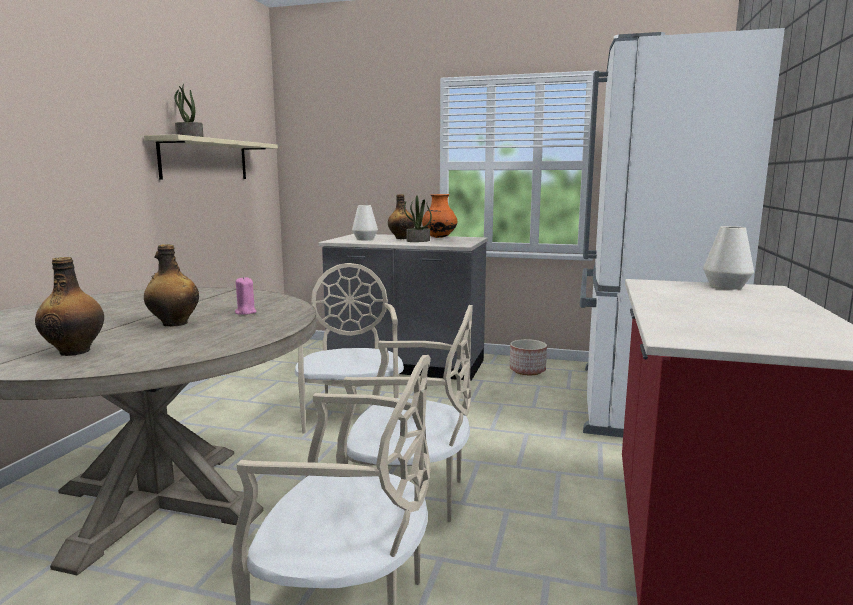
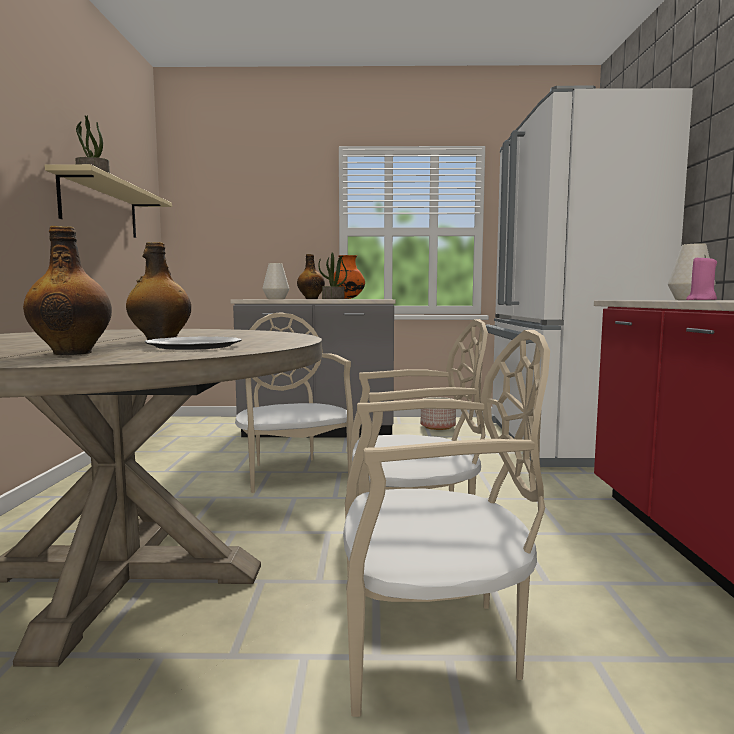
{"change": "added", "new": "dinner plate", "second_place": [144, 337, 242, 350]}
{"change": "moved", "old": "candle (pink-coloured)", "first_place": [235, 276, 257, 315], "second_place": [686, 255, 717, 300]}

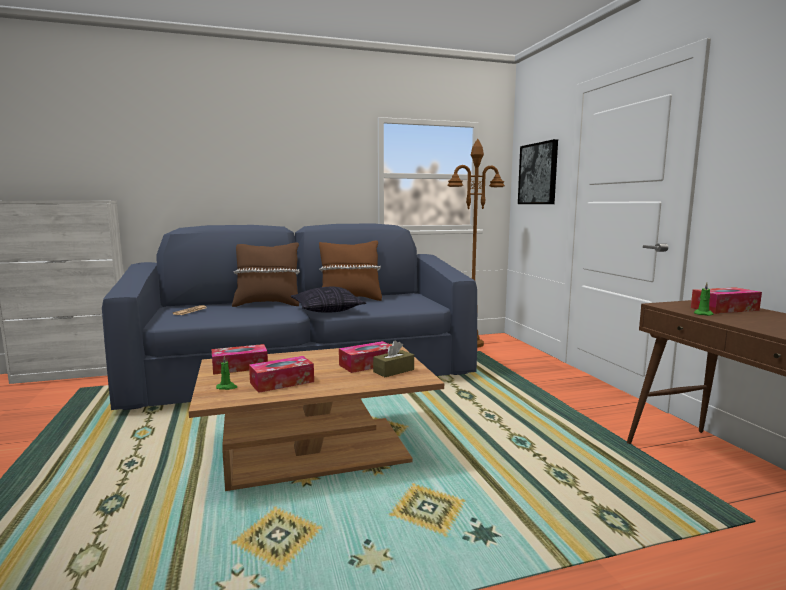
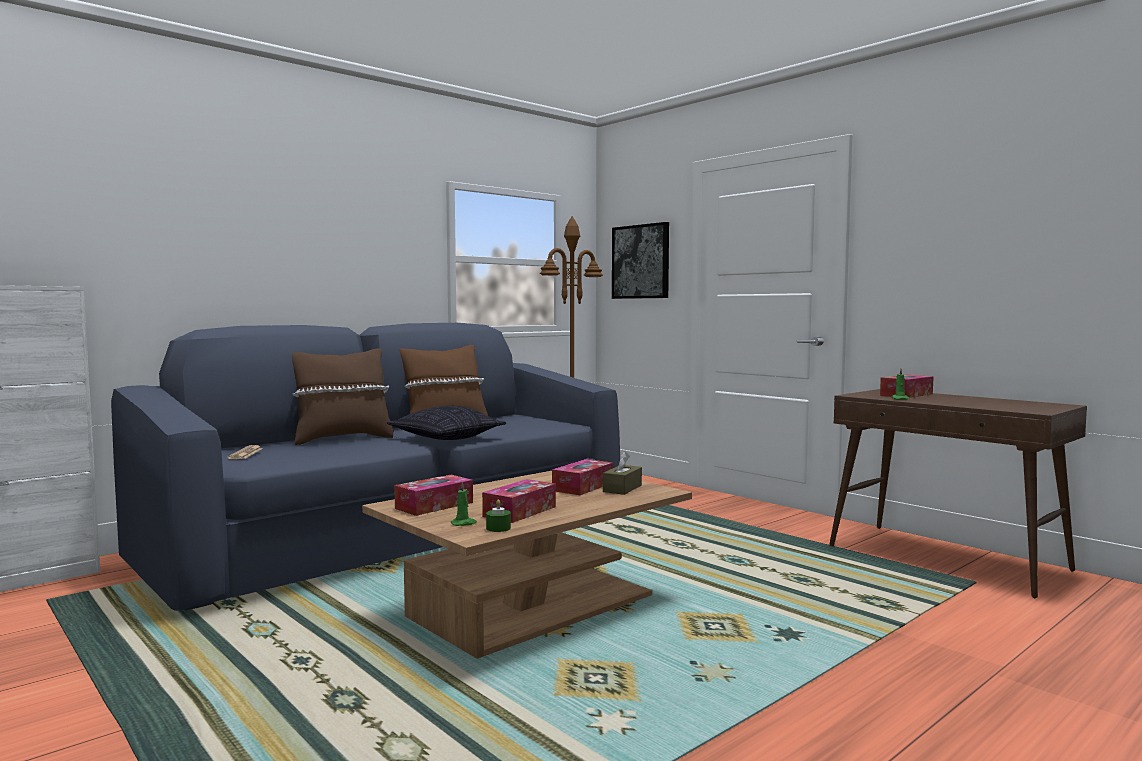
{"change": "added", "new": "candle (green-coloured)", "second_place": [486, 500, 511, 532]}

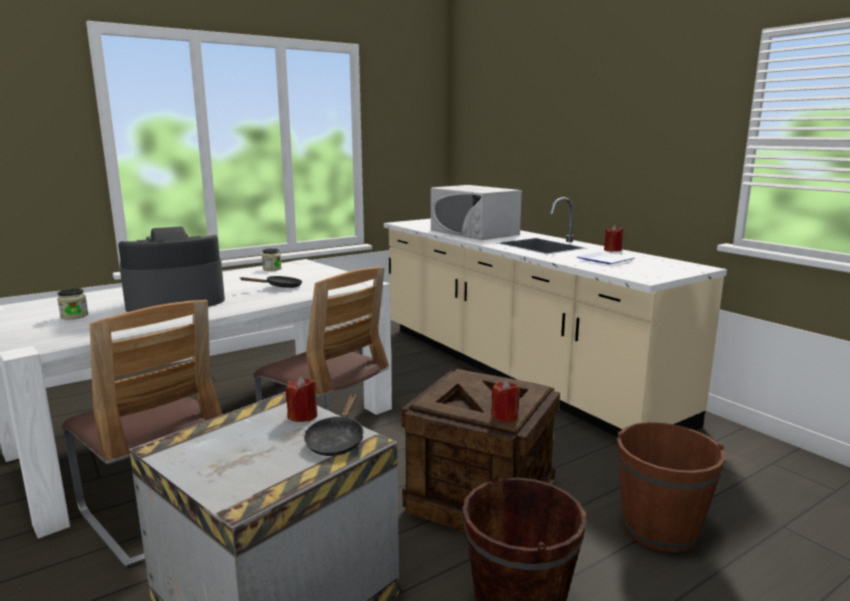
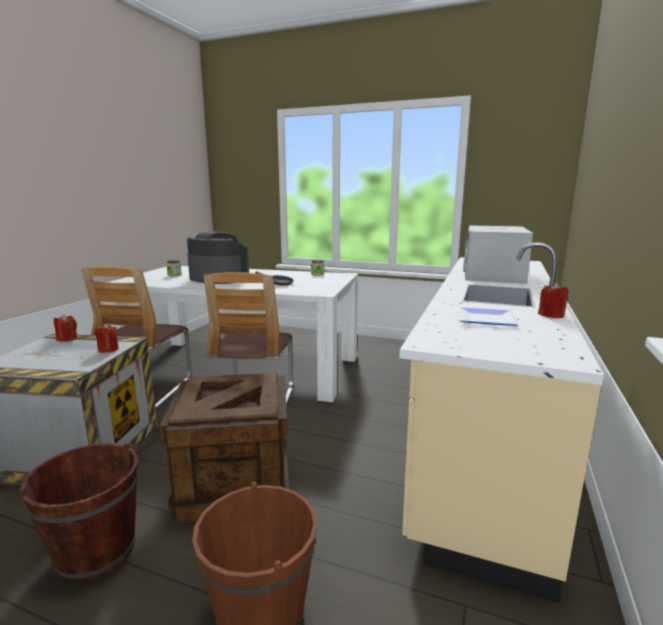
{"change": "moved", "old": "candle (reddish)", "first_place": [491, 380, 520, 422], "second_place": [54, 314, 77, 342]}
{"change": "removed", "old": "pan (black)", "first_place": [304, 394, 364, 456]}

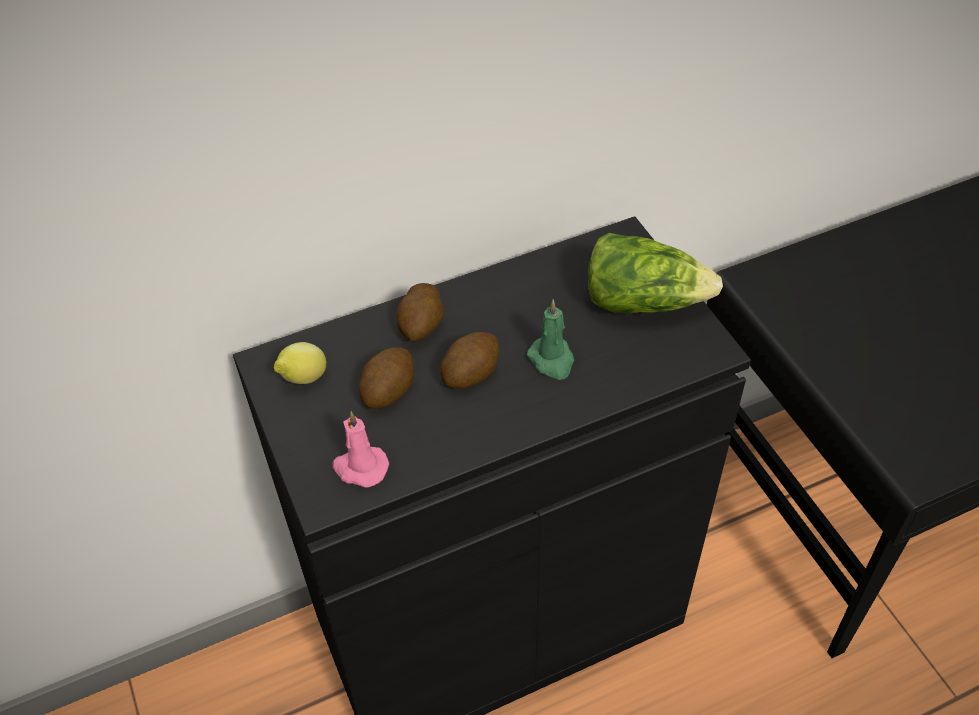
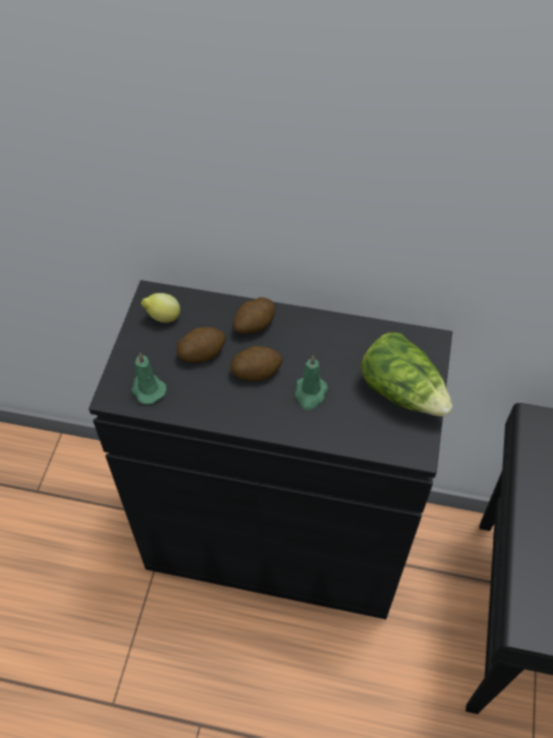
{"change": "recoloured", "old": "candle (pink-coloured)", "new": "candle (green-coloured)", "first_place": [333, 412, 389, 488], "second_place": [131, 353, 166, 404]}

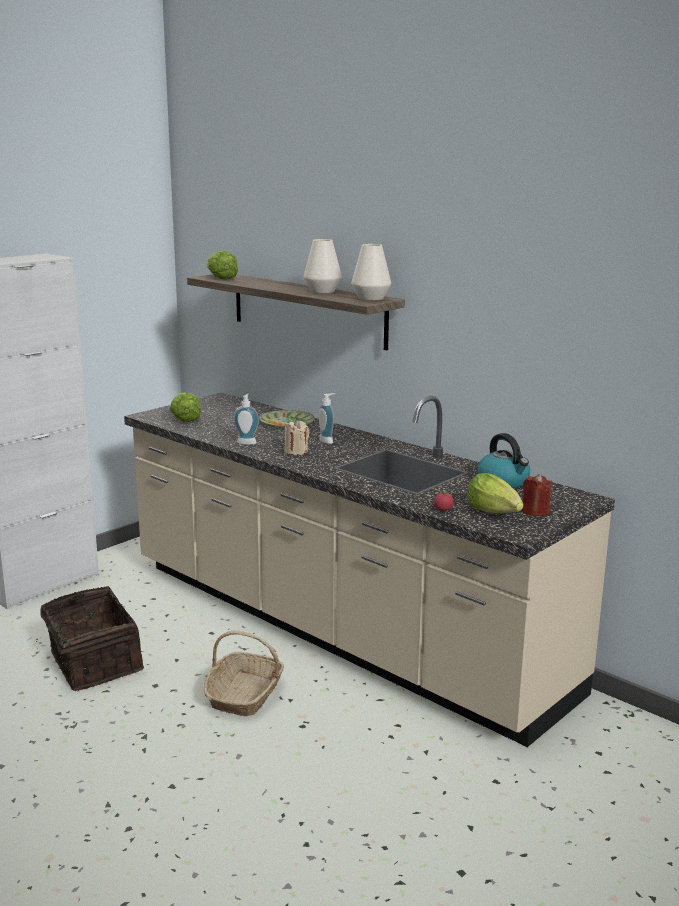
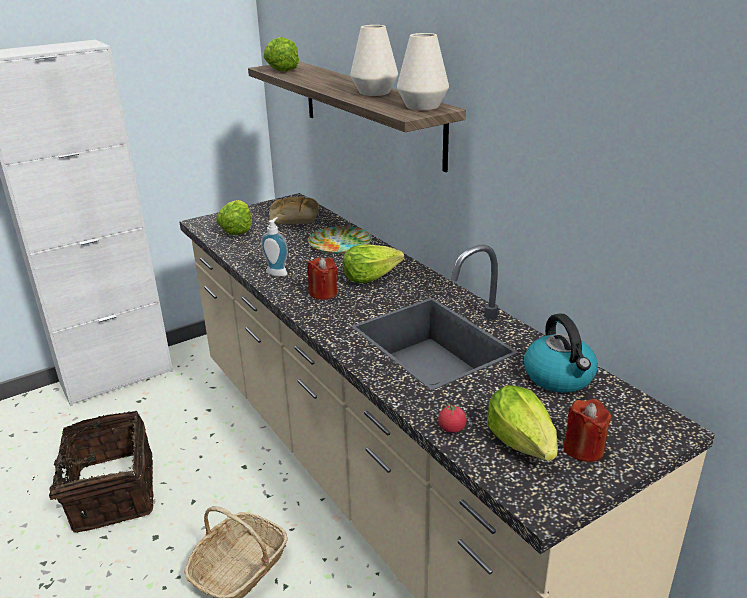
{"change": "added", "new": "bakery bread", "second_place": [269, 197, 319, 224]}
{"change": "recoloured", "old": "candle (beige)", "new": "candle (reddish)", "first_place": [284, 420, 309, 455], "second_place": [307, 257, 338, 300]}
{"change": "replaced", "old": "liquid soap bottle", "new": "lettuce head", "first_place": [319, 393, 335, 444], "second_place": [343, 245, 404, 283]}

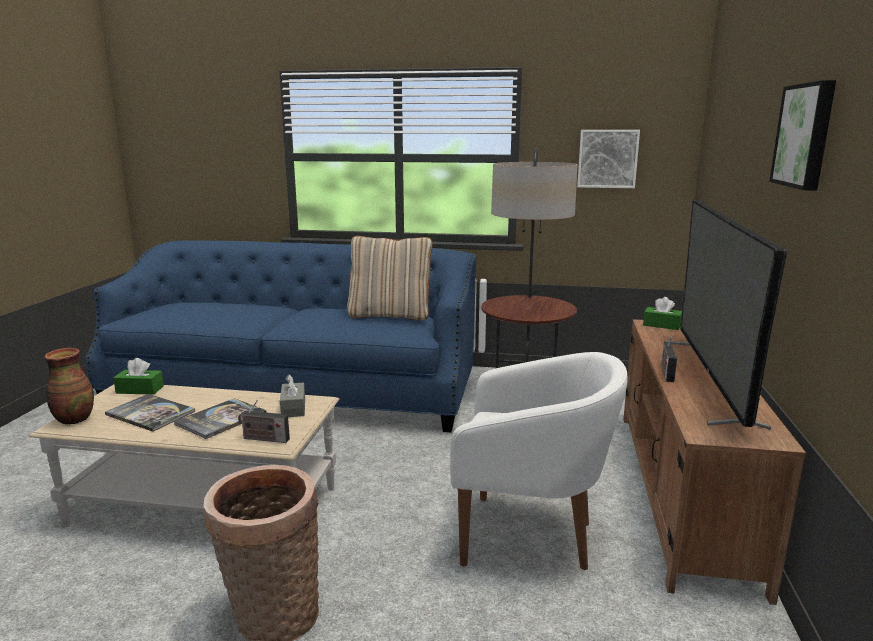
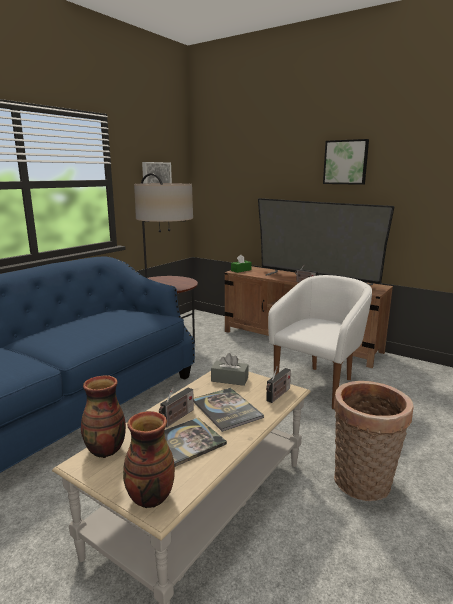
{"change": "replaced", "old": "tissue holder (green-coloured)", "new": "vase", "first_place": [113, 358, 164, 395], "second_place": [81, 375, 126, 458]}
{"change": "added", "new": "radio receiver", "second_place": [159, 387, 194, 427]}
{"change": "removed", "old": "cushion (beige)", "first_place": [347, 236, 433, 321]}

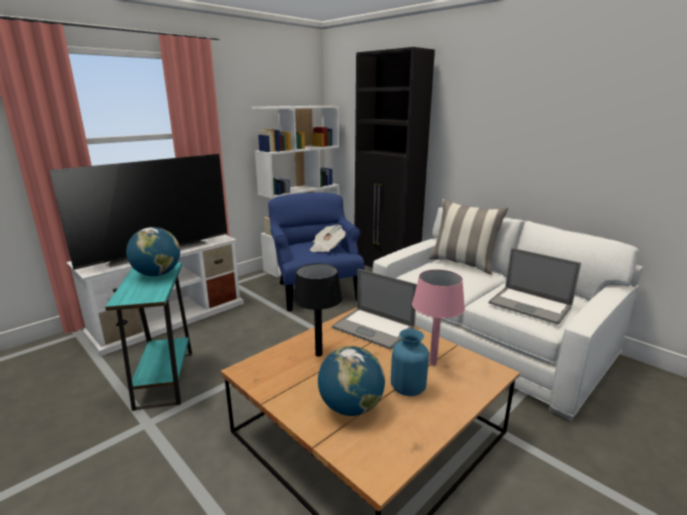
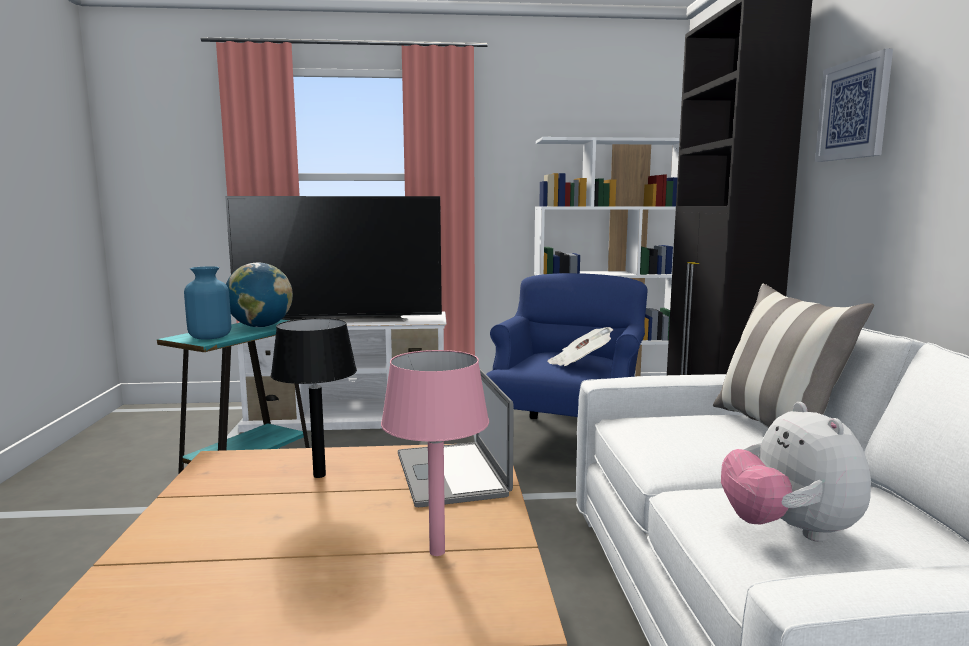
{"change": "moved", "old": "vase (blue)", "first_place": [391, 329, 429, 396], "second_place": [184, 266, 231, 340]}
{"change": "replaced", "old": "notebook computer", "new": "plush toy", "first_place": [489, 248, 581, 325], "second_place": [721, 402, 871, 542]}
{"change": "added", "new": "wall art", "second_place": [815, 49, 893, 162]}
{"change": "removed", "old": "world globe", "first_place": [318, 346, 385, 416]}

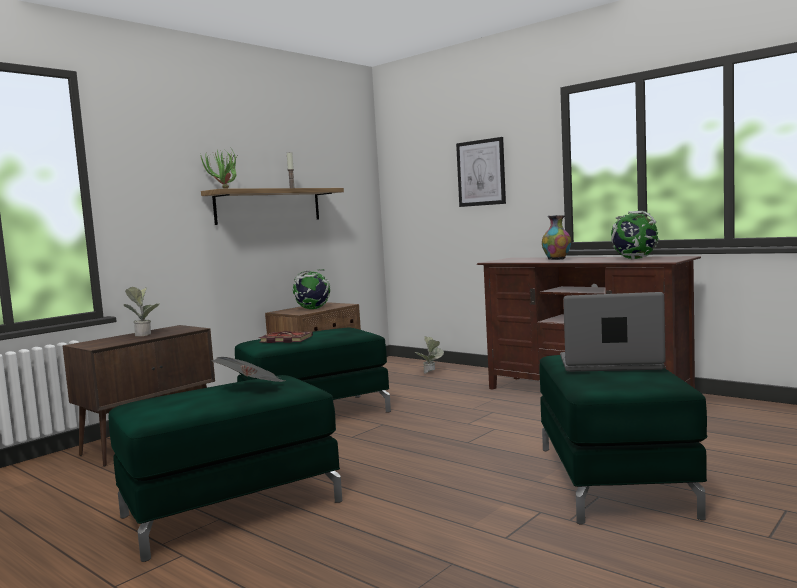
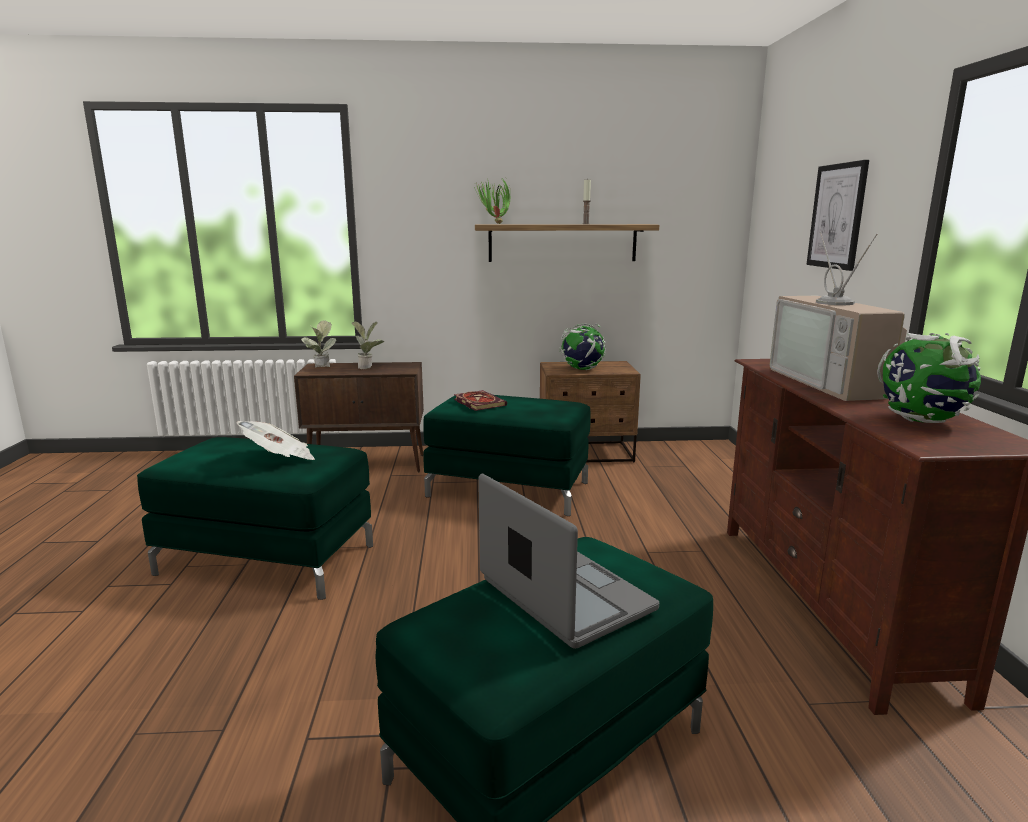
{"change": "moved", "old": "houseplant", "first_place": [415, 336, 444, 374], "second_place": [301, 321, 336, 367]}
{"change": "replaced", "old": "vase", "new": "TV", "first_place": [542, 215, 571, 260], "second_place": [770, 231, 907, 401]}

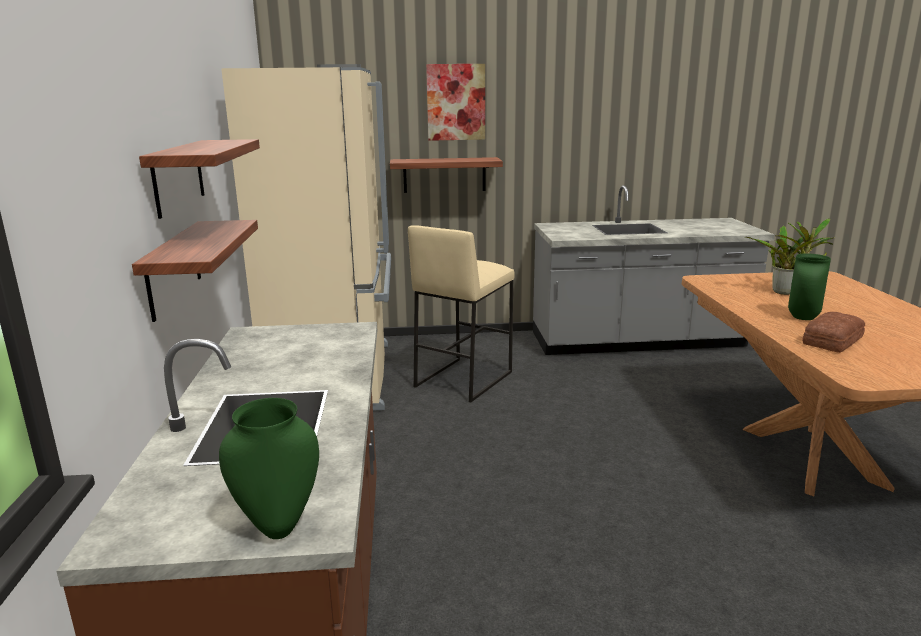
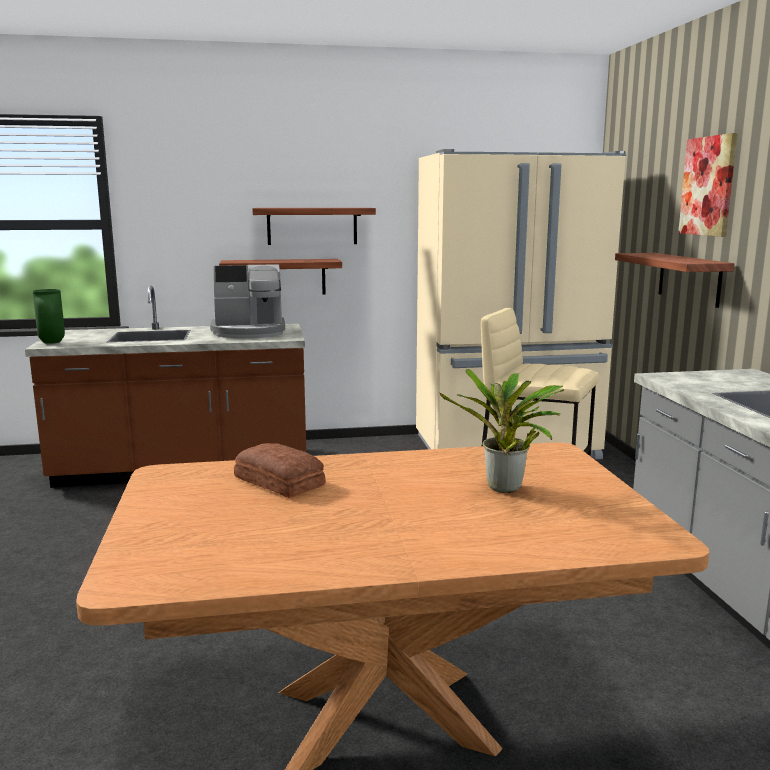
{"change": "added", "new": "coffee maker", "second_place": [210, 264, 285, 338]}
{"change": "removed", "old": "vase (green-coloured)", "first_place": [788, 254, 831, 320]}

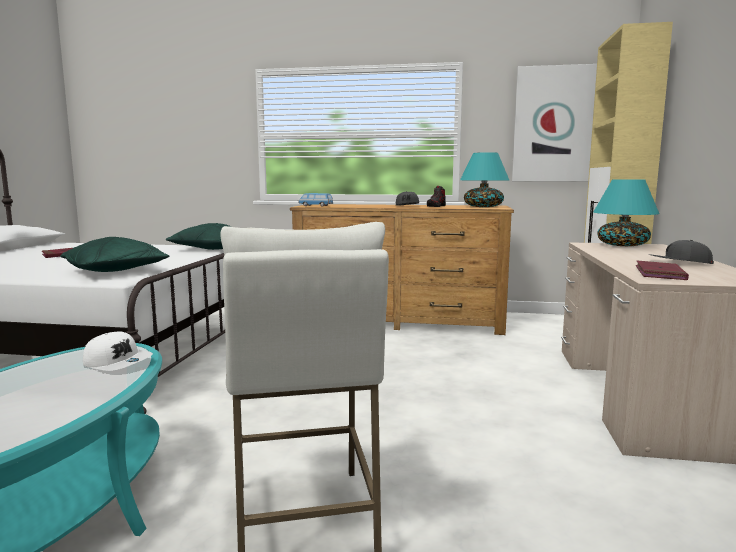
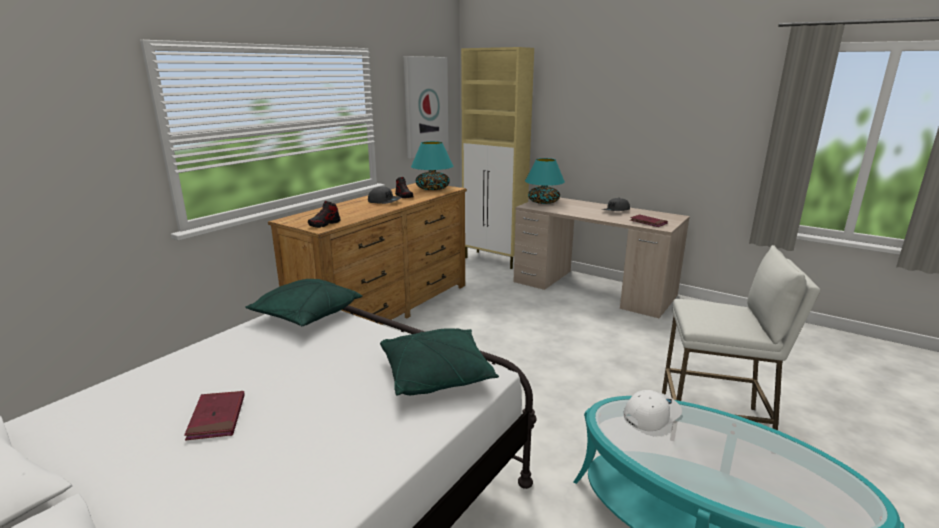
{"change": "replaced", "old": "toy car", "new": "item of footwear", "first_place": [299, 193, 333, 207], "second_place": [308, 201, 340, 228]}

